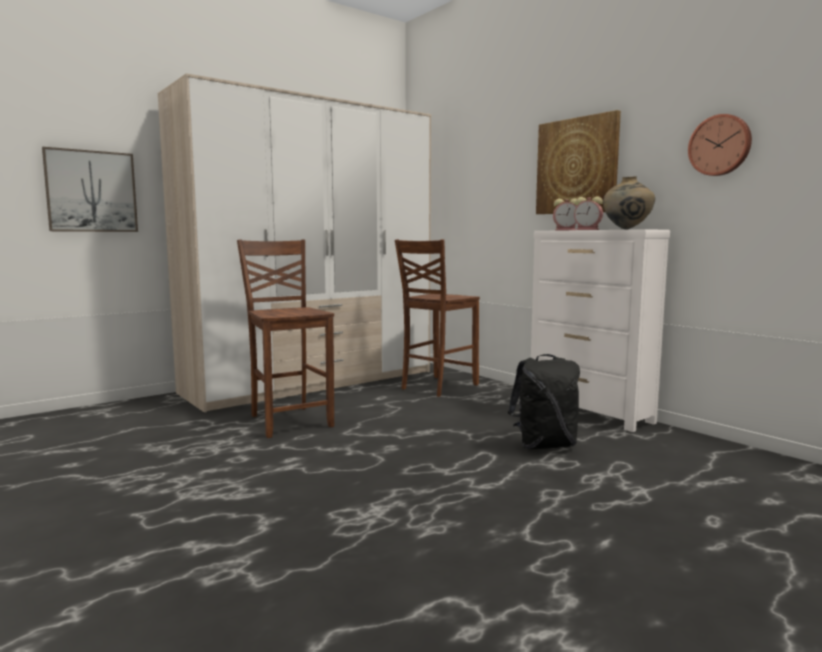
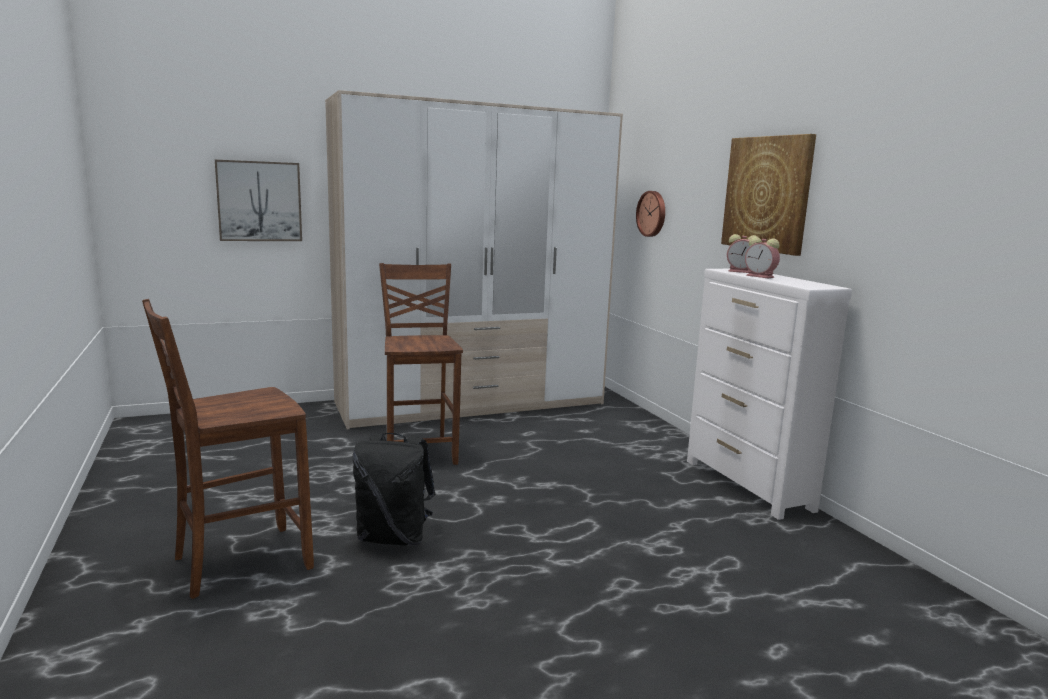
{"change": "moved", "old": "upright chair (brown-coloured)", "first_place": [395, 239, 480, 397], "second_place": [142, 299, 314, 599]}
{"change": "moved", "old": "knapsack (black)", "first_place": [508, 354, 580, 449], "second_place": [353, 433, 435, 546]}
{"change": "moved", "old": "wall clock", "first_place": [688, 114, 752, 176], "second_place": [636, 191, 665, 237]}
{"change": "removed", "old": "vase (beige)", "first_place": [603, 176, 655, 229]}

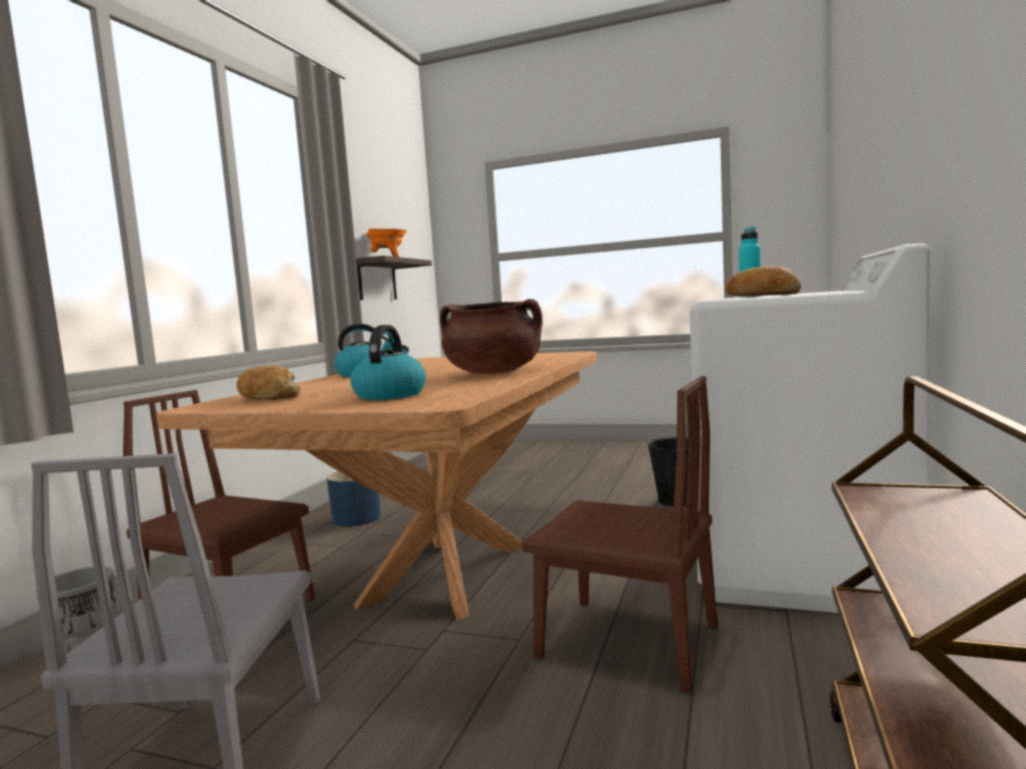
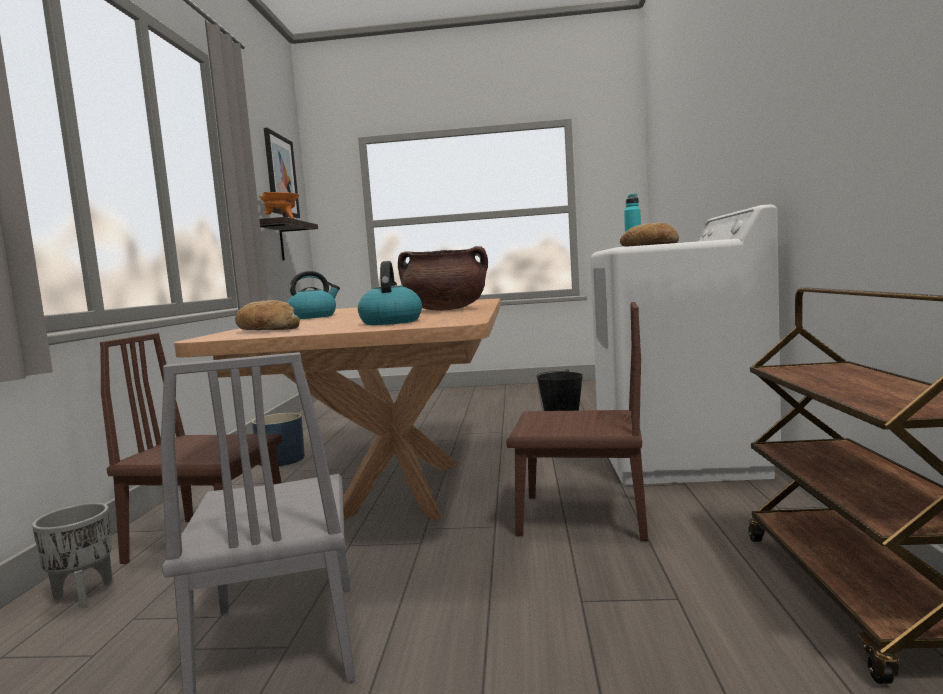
{"change": "added", "new": "wall art", "second_place": [264, 128, 300, 218]}

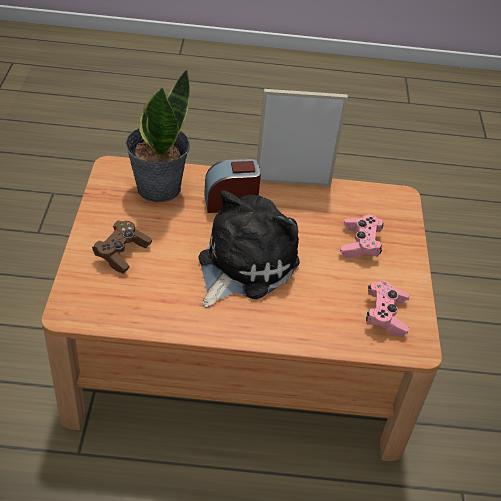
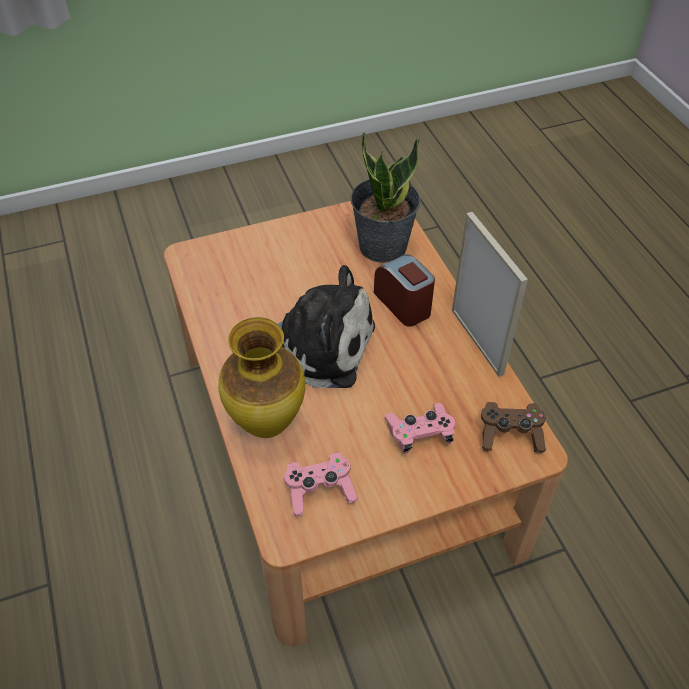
{"change": "added", "new": "vase", "second_place": [218, 317, 305, 438]}
{"change": "moved", "old": "game controller (brown-coloured)", "first_place": [92, 221, 152, 274], "second_place": [481, 402, 546, 453]}

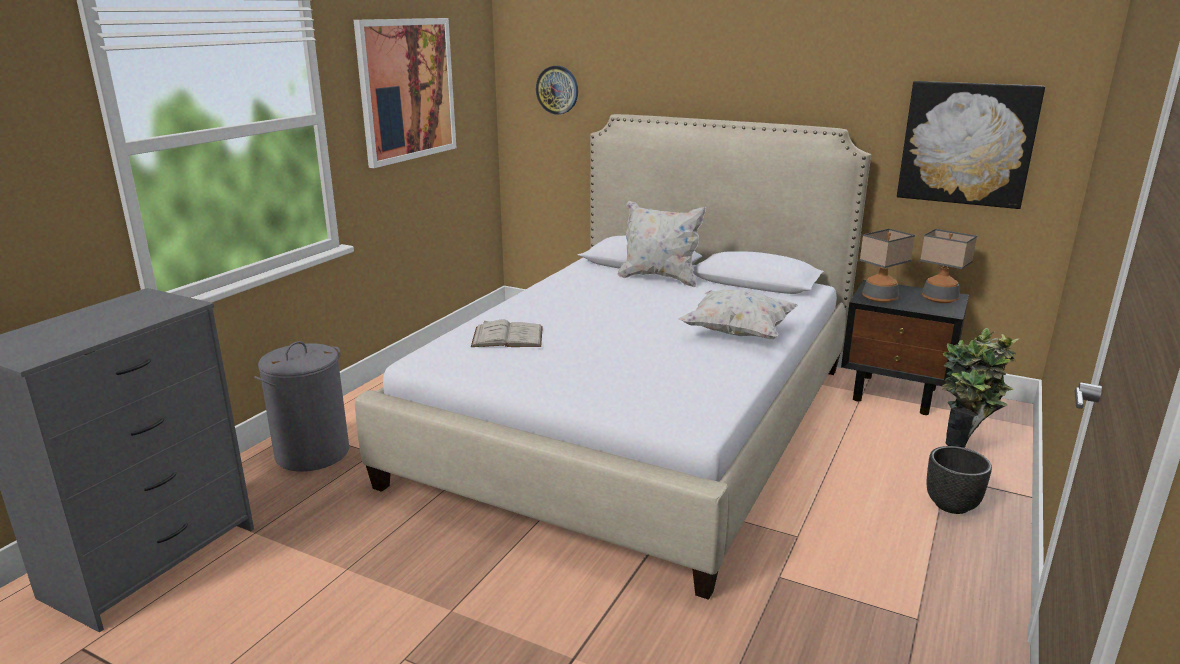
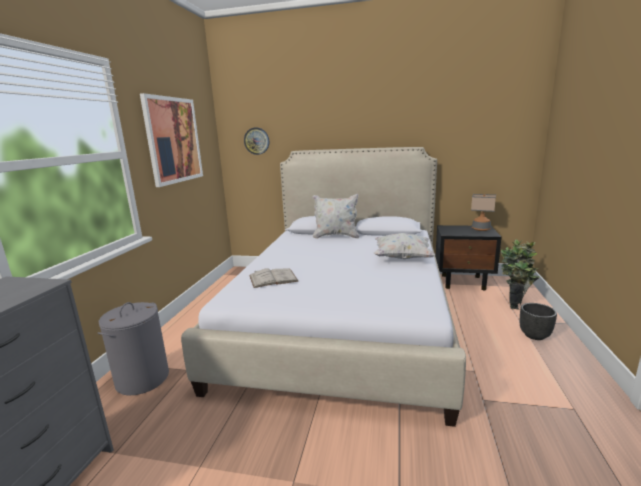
{"change": "removed", "old": "table lamp", "first_place": [860, 228, 915, 303]}
{"change": "removed", "old": "wall art", "first_place": [897, 81, 1045, 209]}

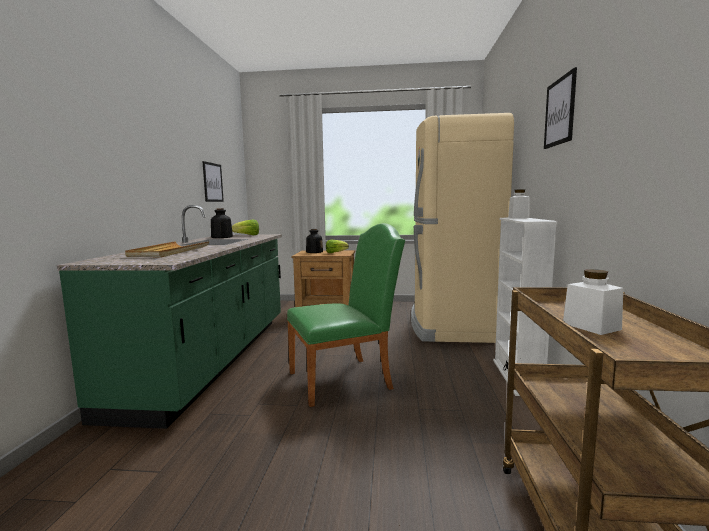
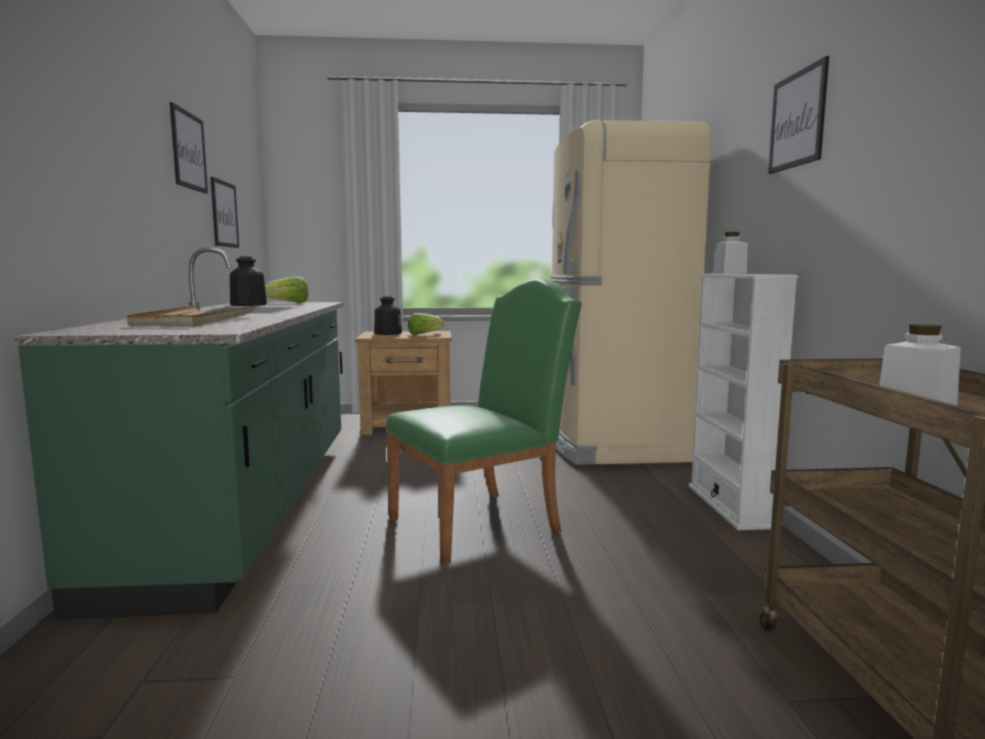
{"change": "added", "new": "wall art", "second_place": [170, 102, 208, 194]}

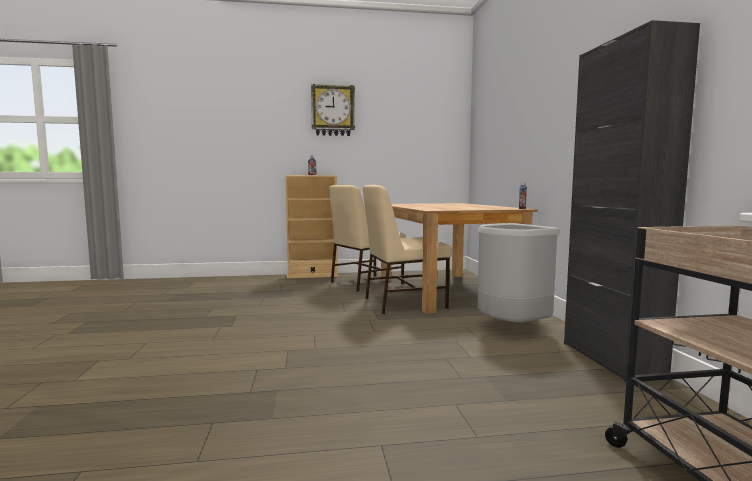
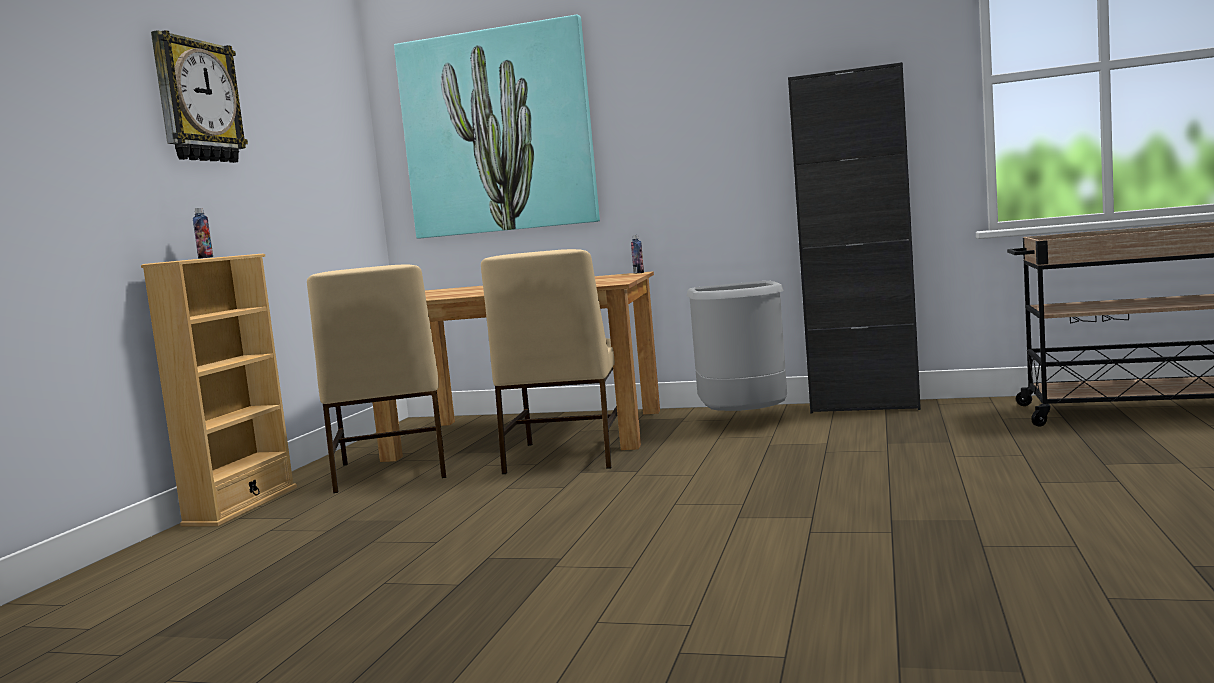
{"change": "added", "new": "wall art", "second_place": [394, 15, 600, 239]}

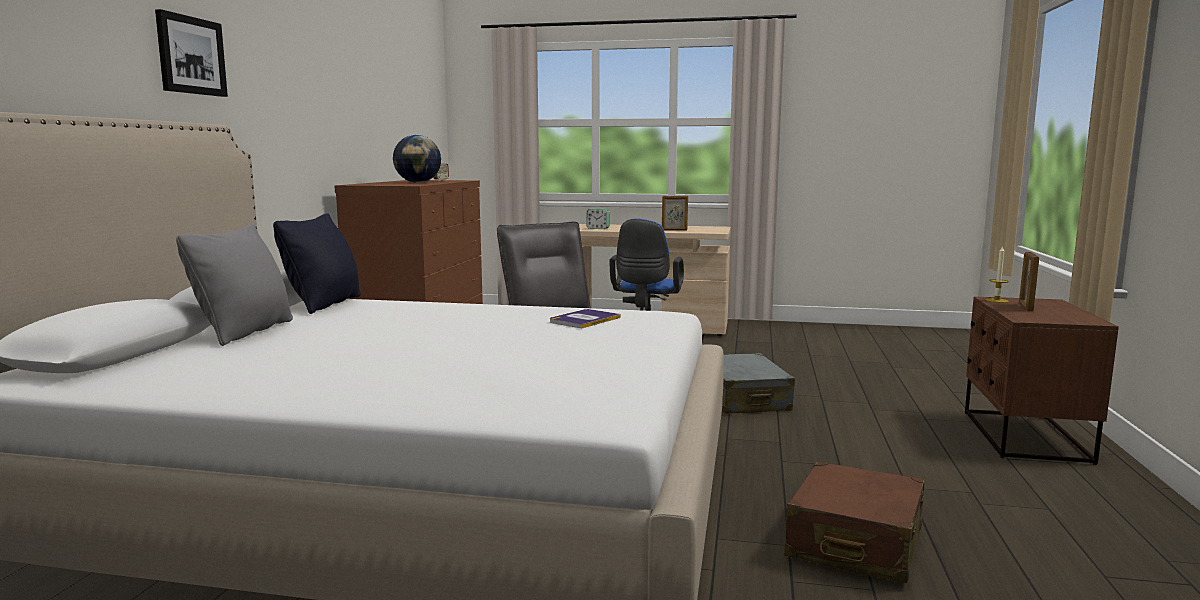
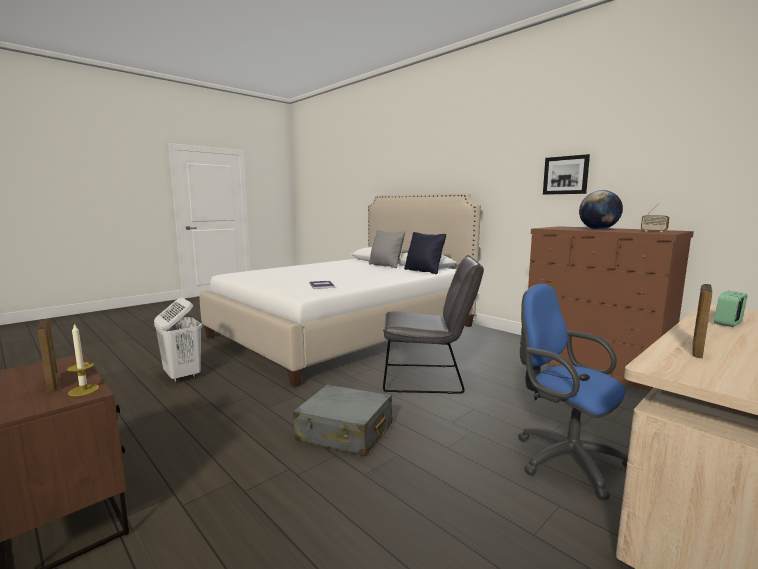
{"change": "replaced", "old": "suitcase (brown-coloured)", "new": "laundry basket (white-coloured)", "first_place": [785, 461, 924, 583], "second_place": [154, 298, 202, 383]}
{"change": "moved", "old": "wall art", "first_place": [155, 9, 228, 97], "second_place": [543, 154, 590, 195]}

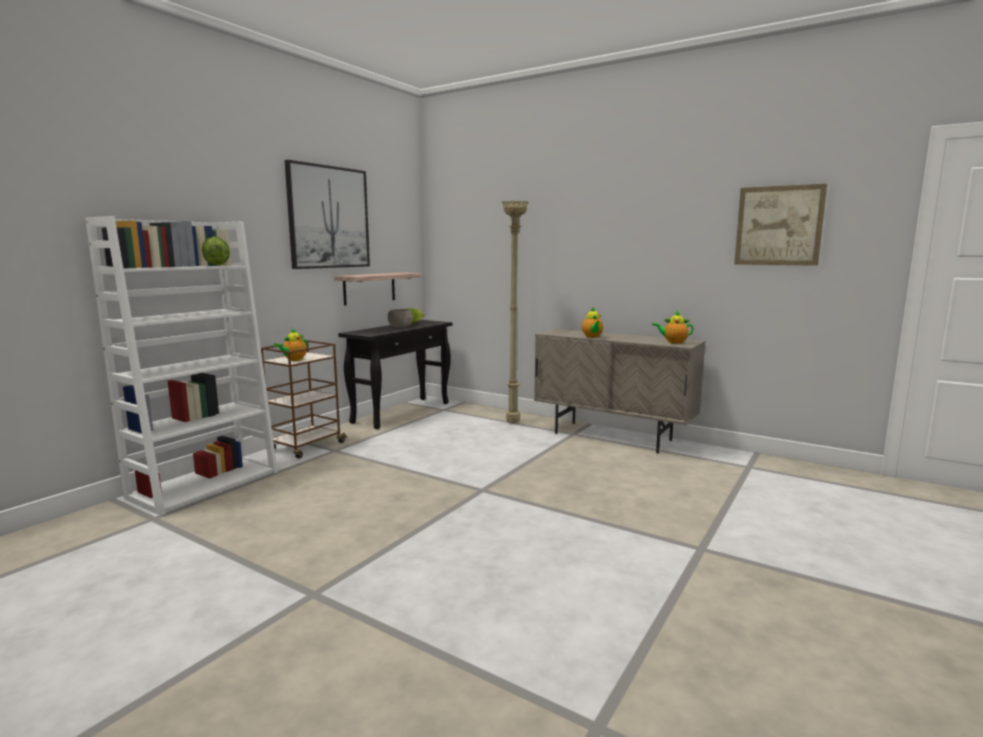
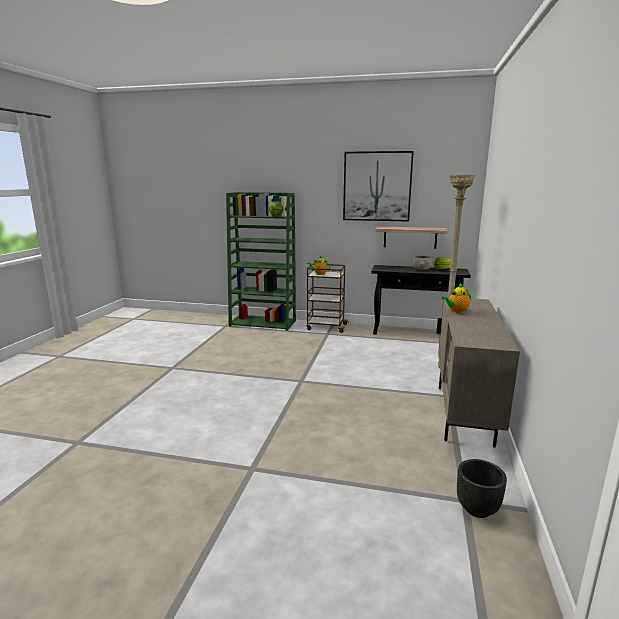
{"change": "recoloured", "old": "shelving unit (white-coloured)", "new": "shelving unit (green-coloured)", "first_place": [85, 216, 278, 516], "second_place": [226, 192, 296, 331]}
{"change": "added", "new": "plant pot (black)", "second_place": [457, 459, 507, 518]}
{"change": "removed", "old": "tea pot", "first_place": [652, 311, 694, 344]}
{"change": "removed", "old": "wall art", "first_place": [734, 184, 827, 266]}

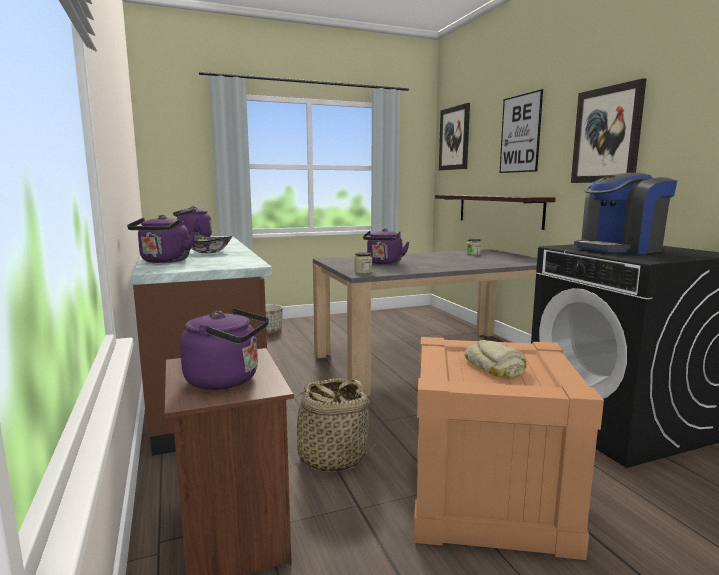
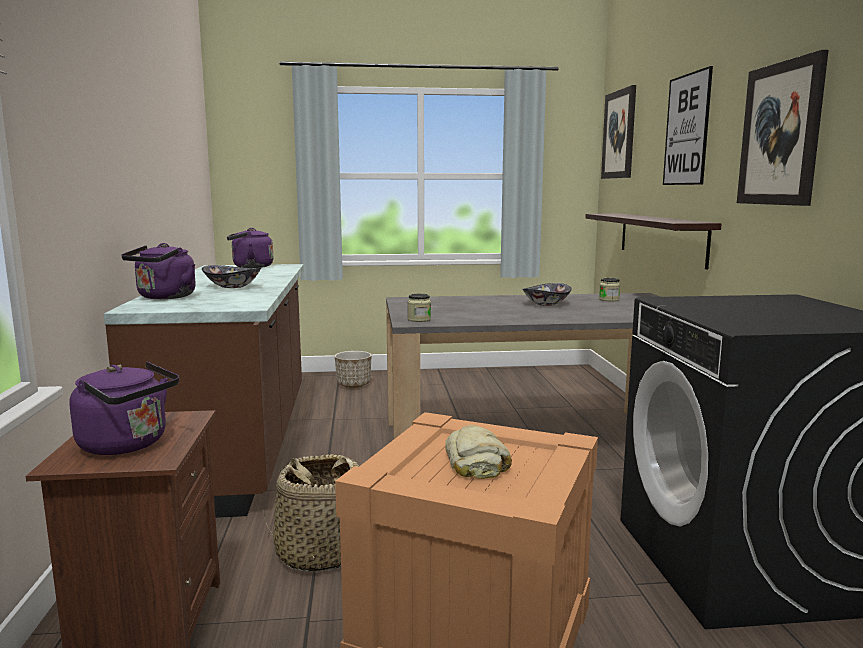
{"change": "added", "new": "bowl", "second_place": [523, 283, 572, 306]}
{"change": "removed", "old": "tea kettle (purple-coloured)", "first_place": [363, 229, 410, 264]}
{"change": "removed", "old": "coffee maker", "first_place": [574, 173, 677, 255]}

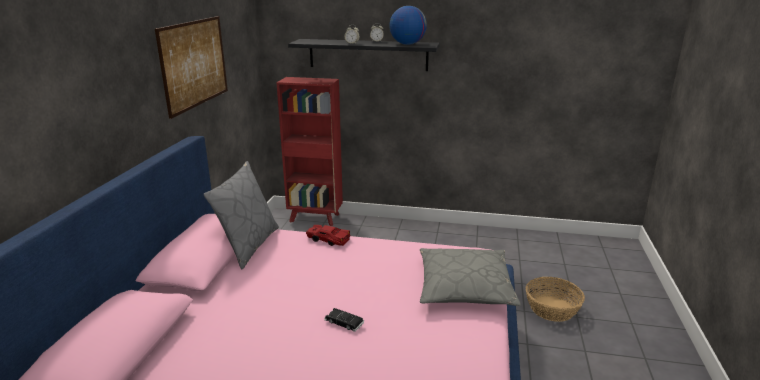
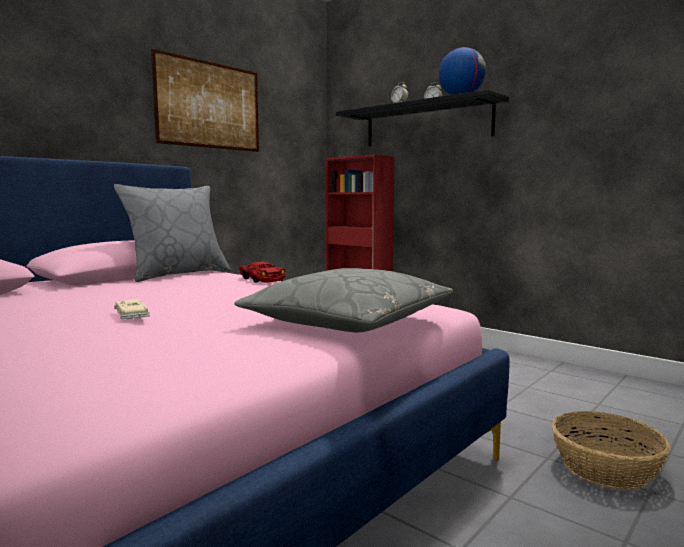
{"change": "recoloured", "old": "toy car (black)", "new": "toy car (beige)", "first_place": [324, 308, 364, 332], "second_place": [114, 299, 150, 319]}

